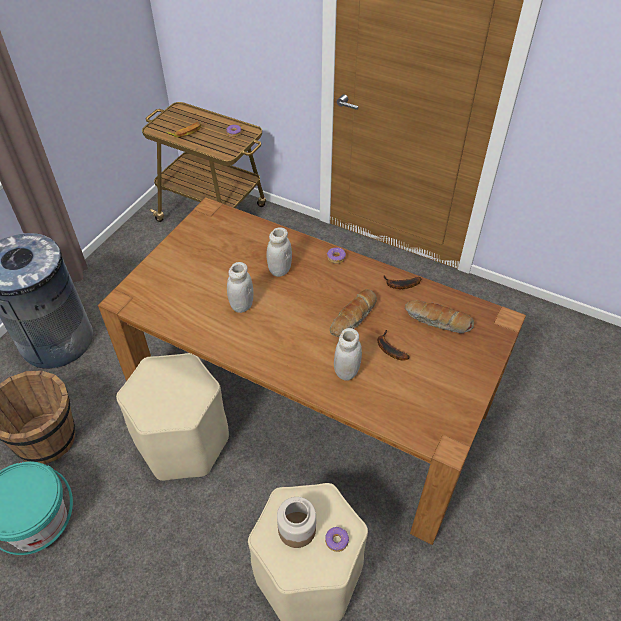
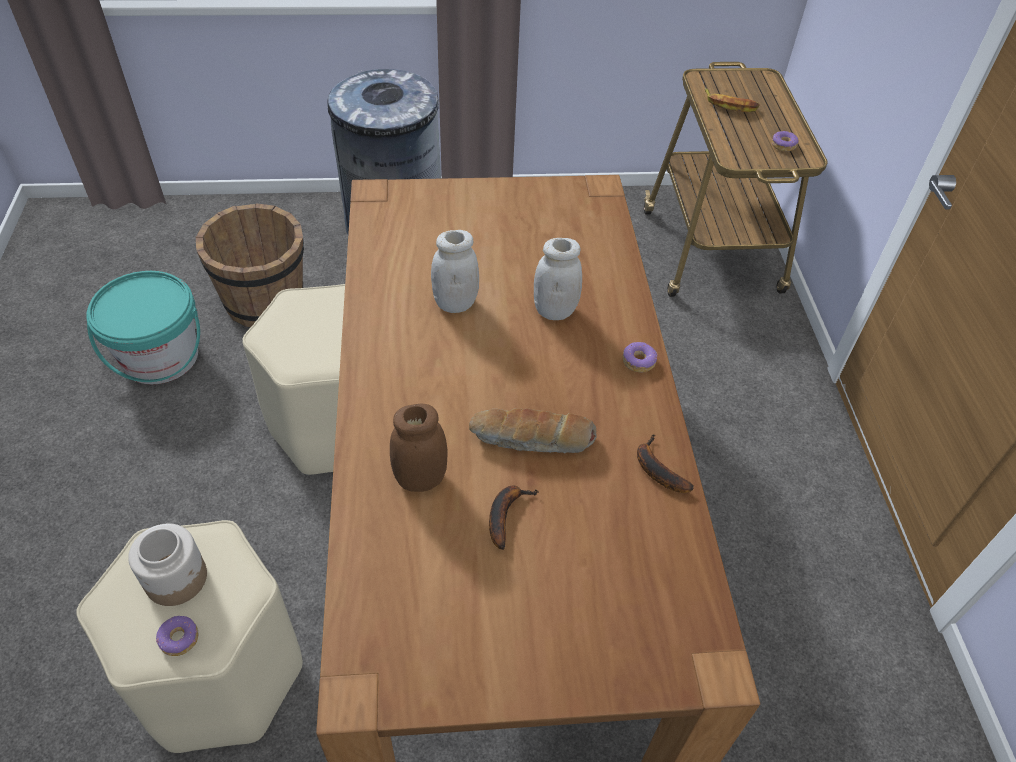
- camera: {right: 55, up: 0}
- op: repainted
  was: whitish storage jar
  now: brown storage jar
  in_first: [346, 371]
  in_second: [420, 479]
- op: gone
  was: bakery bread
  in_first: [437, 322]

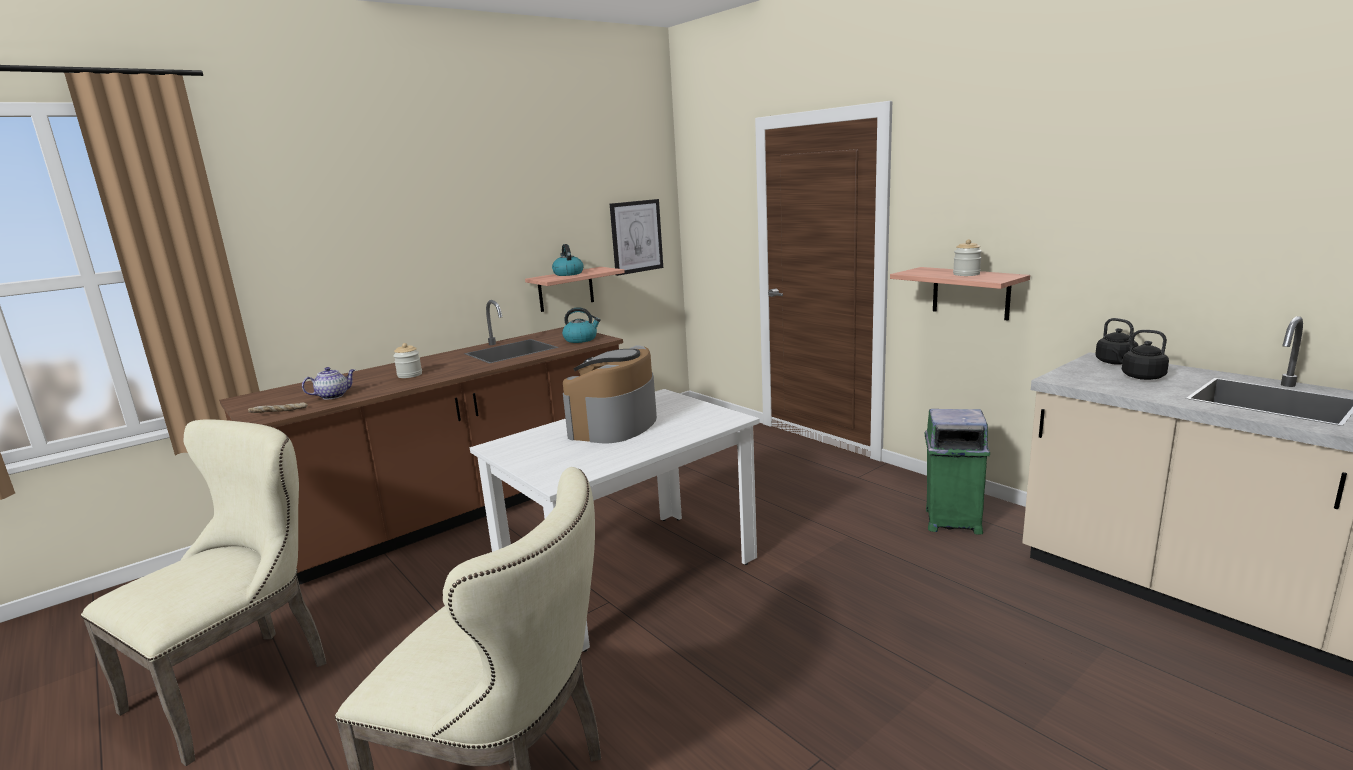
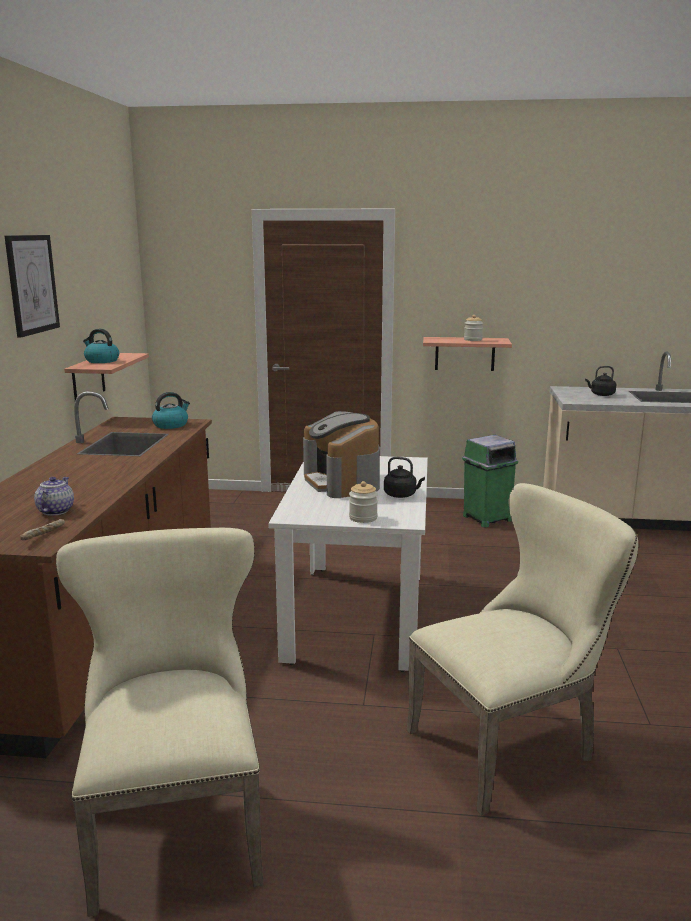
- camera: {right: -45, up: 0}
- op: shifted
  was: wall art
  in_first: [636, 236]
  in_second: [32, 284]
- op: shifted
  was: storage jar
  in_first: [410, 375]
  in_second: [363, 518]
- op: shifted
  was: black water kettle
  in_first: [1117, 362]
  in_second: [401, 495]

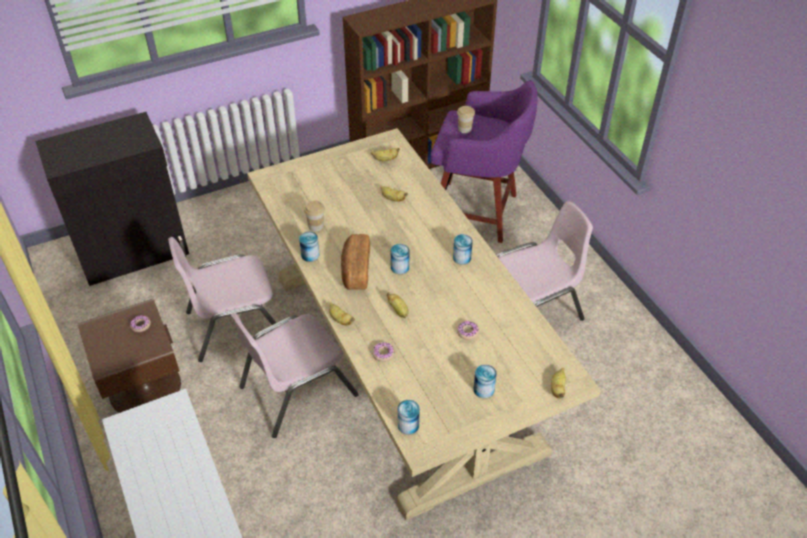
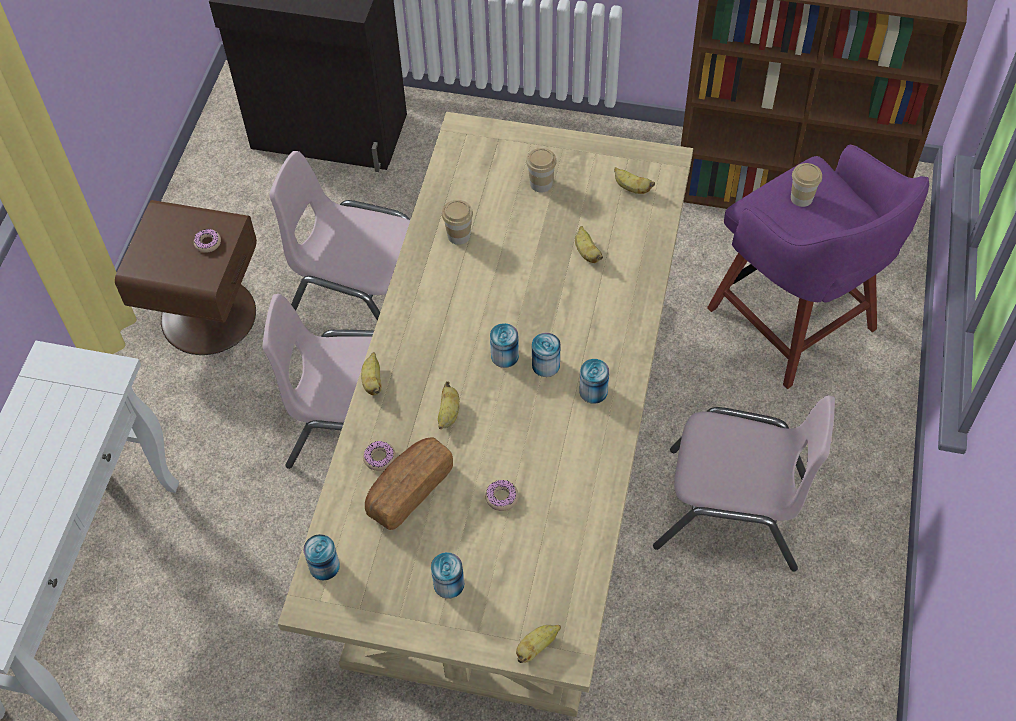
- camera: {right: 40, up: 10}
- op: shifted
  was: bakery bread
  in_first: [355, 270]
  in_second: [408, 490]
- op: new
  now: cup
  in_second: [541, 183]
- op: shifted
  was: sealed can
  in_first: [310, 255]
  in_second: [546, 365]

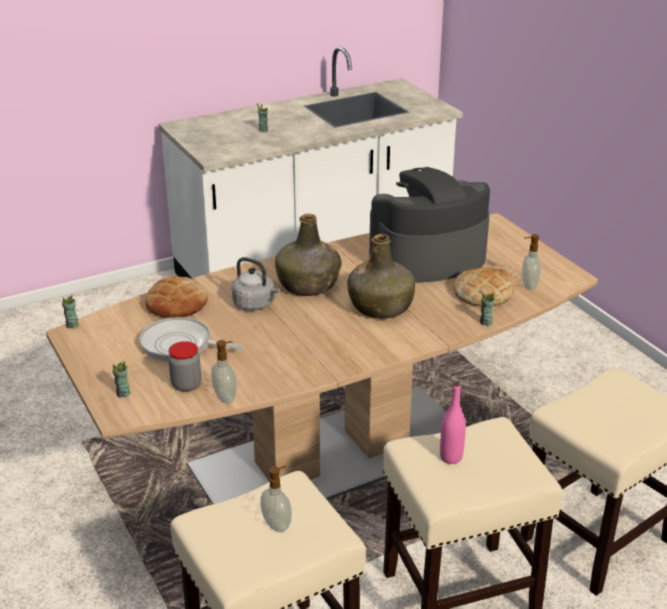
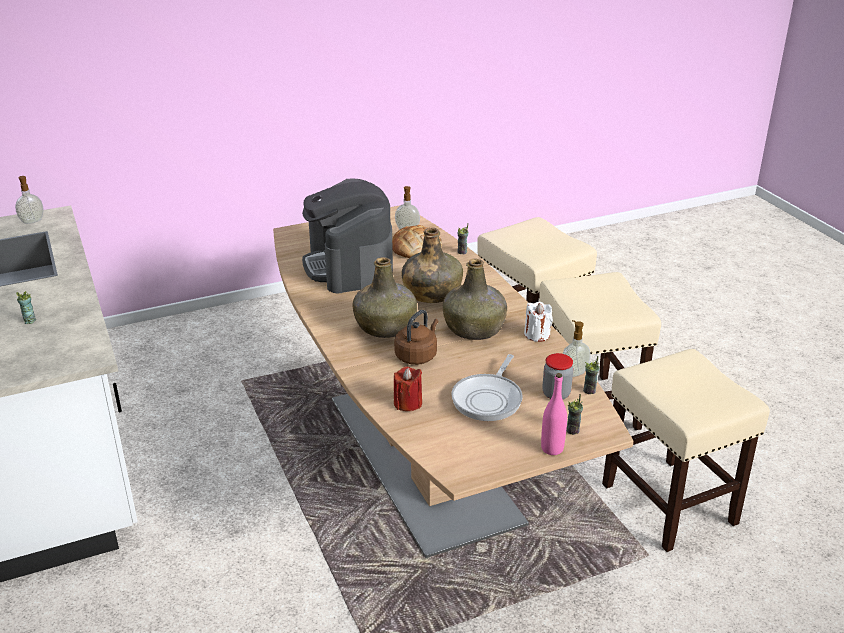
- camera: {right: -85, up: 0}
- op: shifted
  was: liquid soap bottle
  in_first: [277, 524]
  in_second: [32, 221]
- op: repainted
  was: gray water kettle
  now: brown water kettle
  in_first: [256, 304]
  in_second: [417, 356]
- op: swapped
  was: bakery bread
  now: reddish candle
  in_first: [177, 303]
  in_second: [408, 403]
- op: new
  now: green bottle
  in_second: [474, 328]
- op: new
  now: whitish candle
  in_second: [537, 335]
- op: shifted
  was: pinkish bottle
  in_first: [451, 457]
  in_second: [552, 449]
- op: shifted
  was: cup
  in_first: [72, 325]
  in_second: [589, 391]

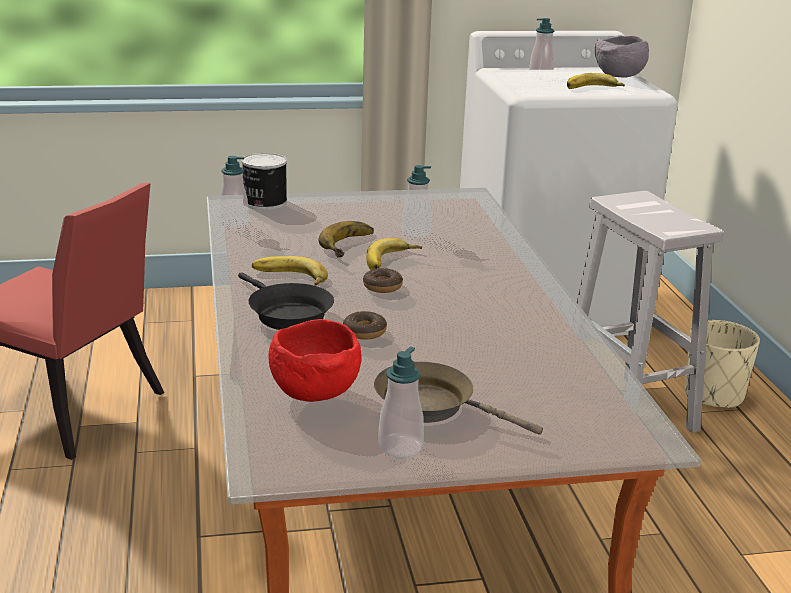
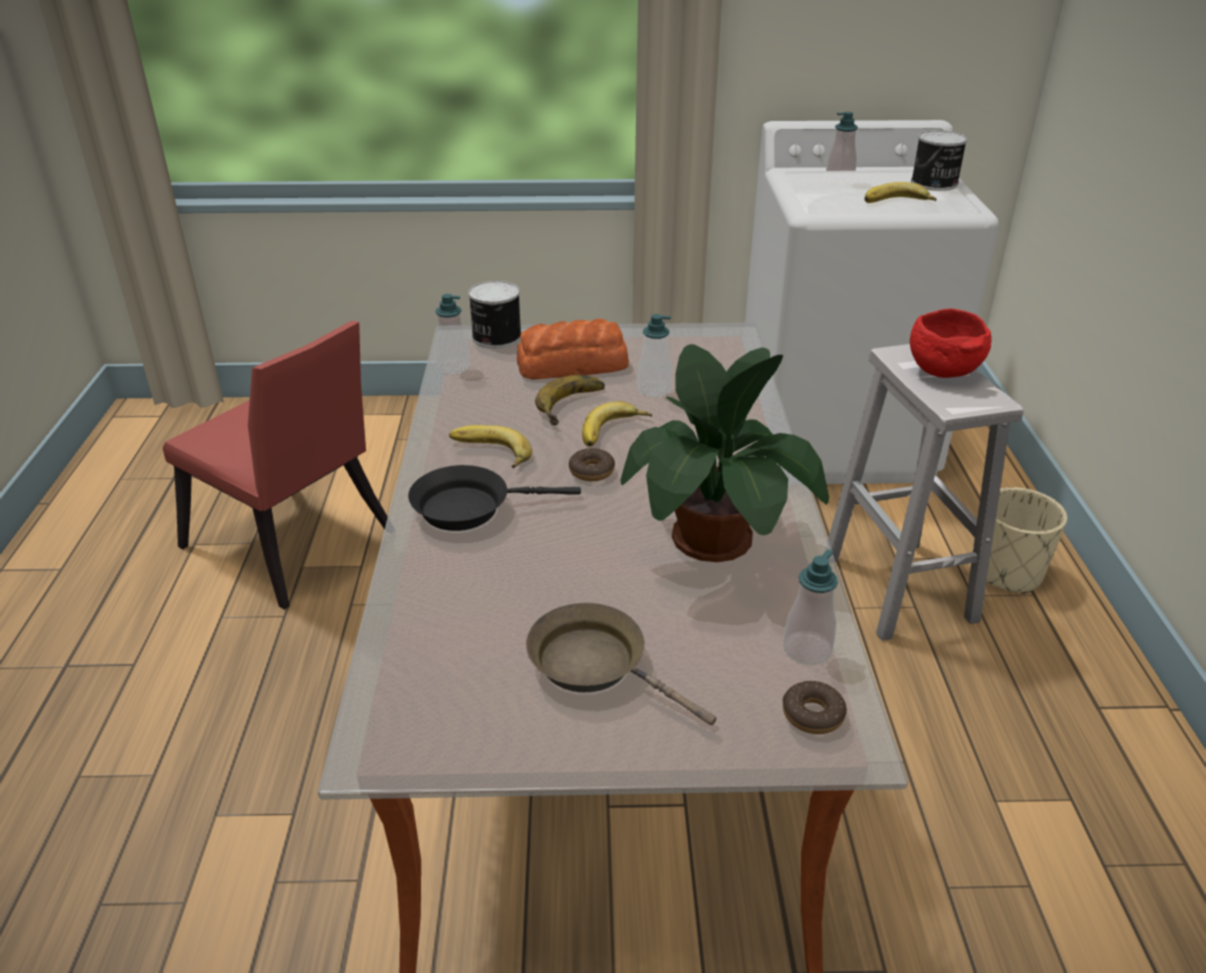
- camera: {right: 10, up: 10}
- op: rotated
  was: black skillet
  in_first: [286, 314]
  in_second: [469, 507]
  clockwise: 105
- op: new
  now: bakery bread
  in_second: [573, 365]
- op: new
  now: houseplant
  in_second: [713, 541]
- op: shifted
  was: liquid soap bottle
  in_first: [400, 447]
  in_second: [807, 649]
- op: shifted
  was: ring doughnut
  in_first: [364, 332]
  in_second: [813, 714]
- op: shifted
  was: reddish deep dish
  in_first: [314, 392]
  in_second: [941, 371]
- op: swapped
  was: gray deep dish
  now: sealed can
  in_first: [618, 77]
  in_second: [934, 183]

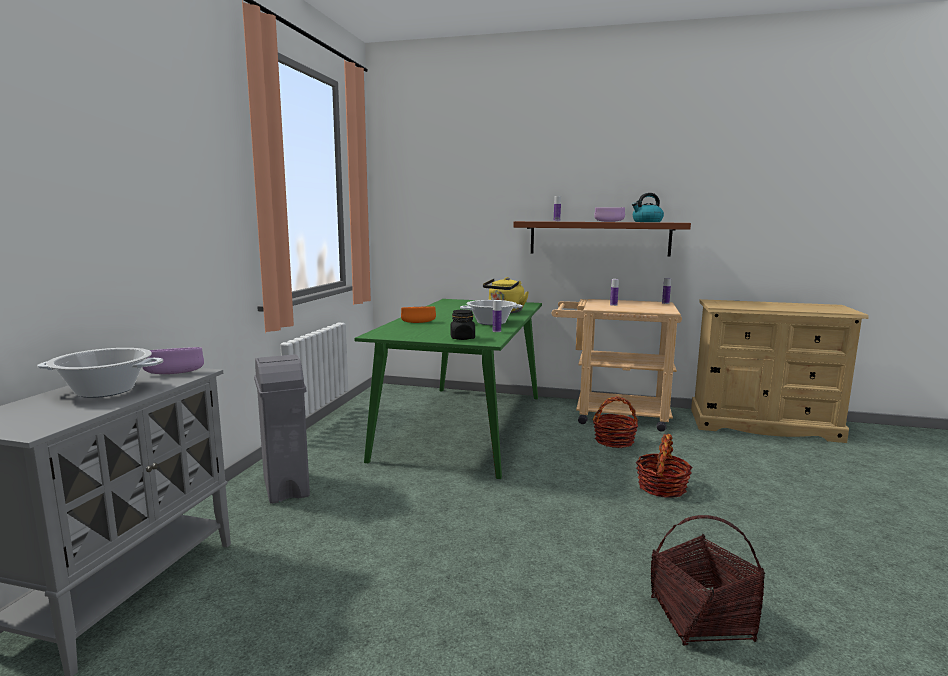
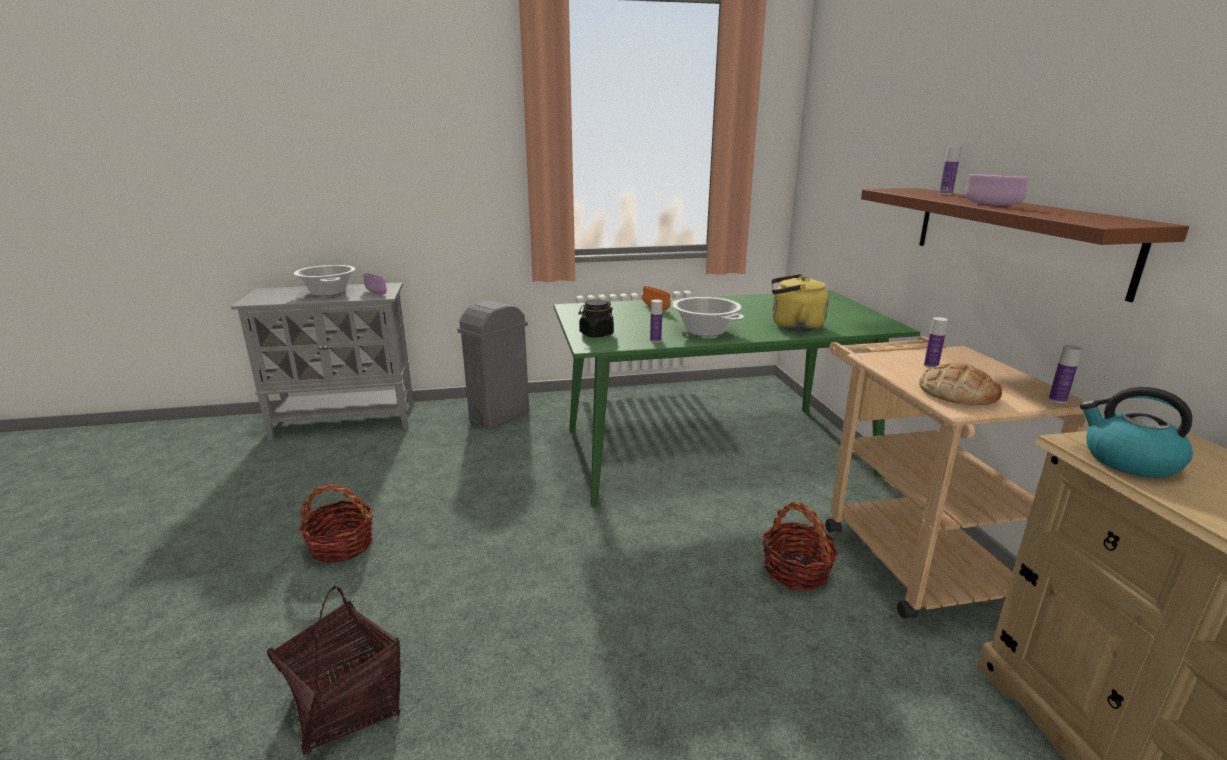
- camera: {right: 65, up: 10}
- op: shifted
  was: storage basket
  in_first: [662, 487]
  in_second: [341, 545]
- op: new
  now: bakery bread
  in_second: [957, 393]
- op: shifted
  was: water kettle
  in_first: [647, 222]
  in_second: [1128, 461]

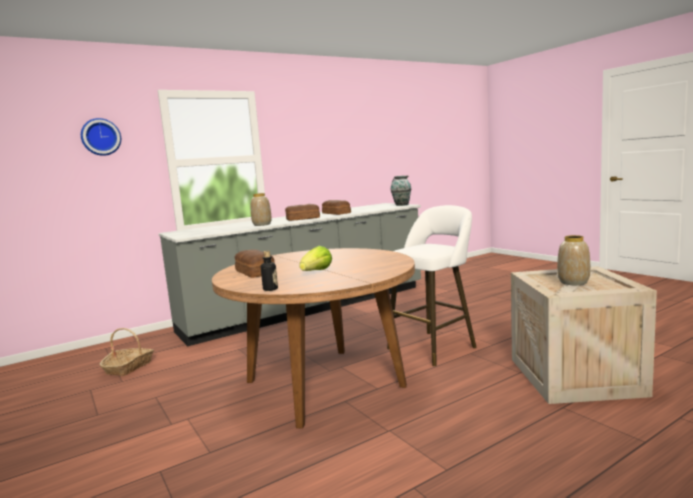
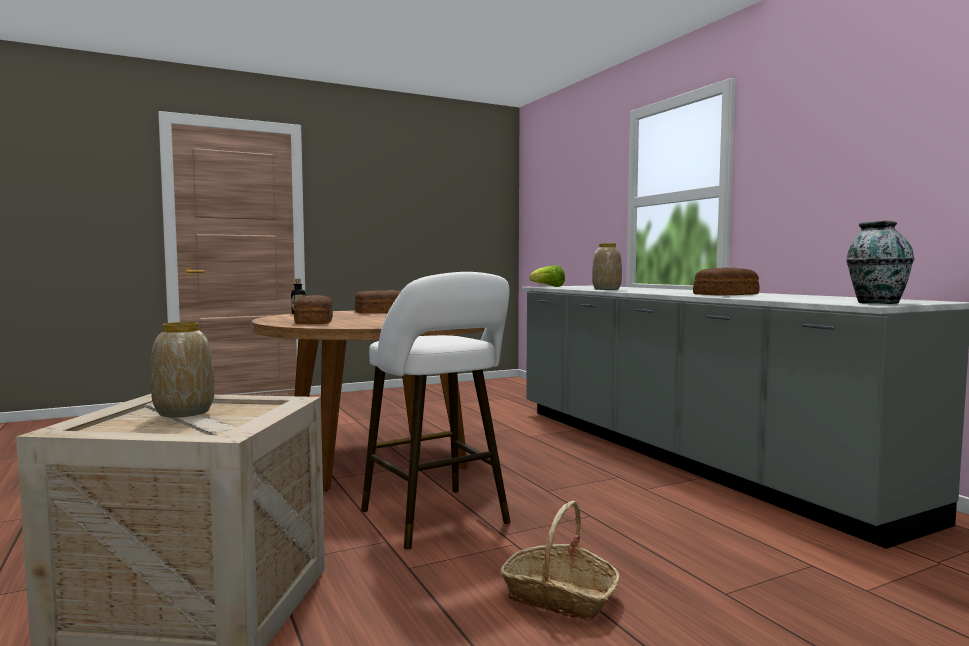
- camera: {right: 95, up: -5}
- op: shifted
  was: bakery bread
  in_first: [302, 218]
  in_second: [315, 321]
- op: shifted
  was: storage basket
  in_first: [129, 367]
  in_second: [559, 597]
- op: shifted
  was: lettuce
  in_first: [316, 272]
  in_second: [548, 286]
- op: gone
  was: hanging clock
  in_first: [100, 137]

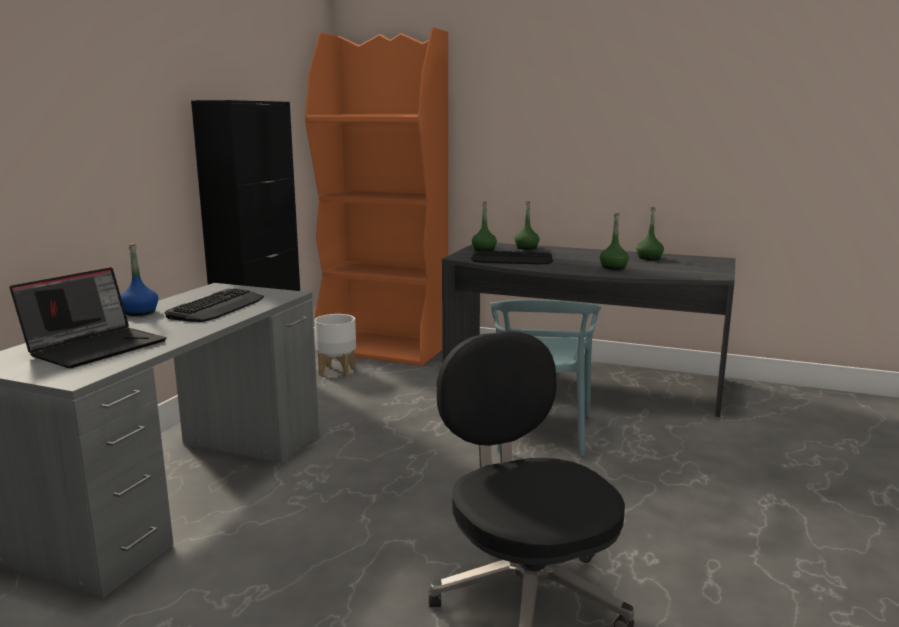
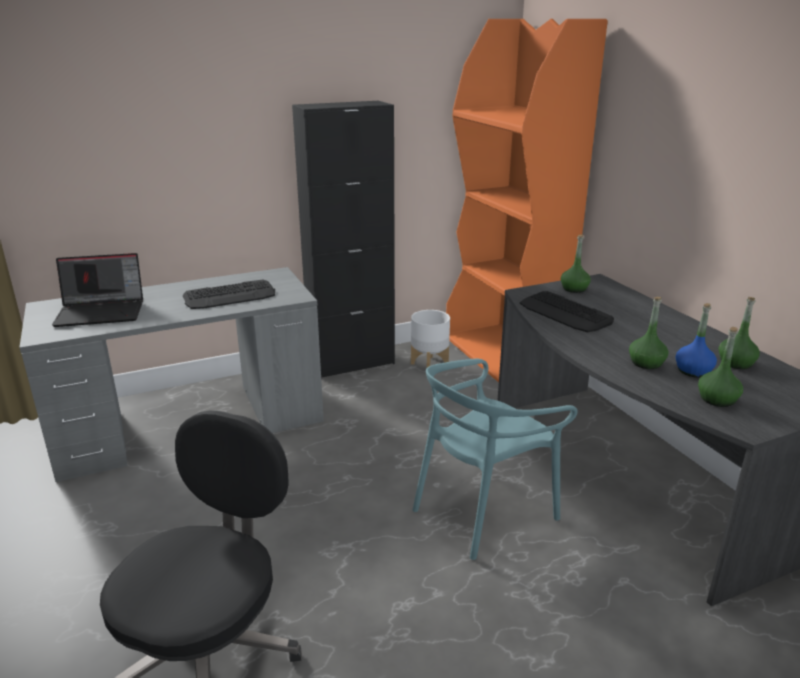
- camera: {right: 45, up: 10}
- op: shifted
  was: blue-coloured bottle
  in_first: [140, 312]
  in_second: [693, 371]
- op: shifted
  was: green bottle
  in_first: [526, 248]
  in_second: [717, 399]

